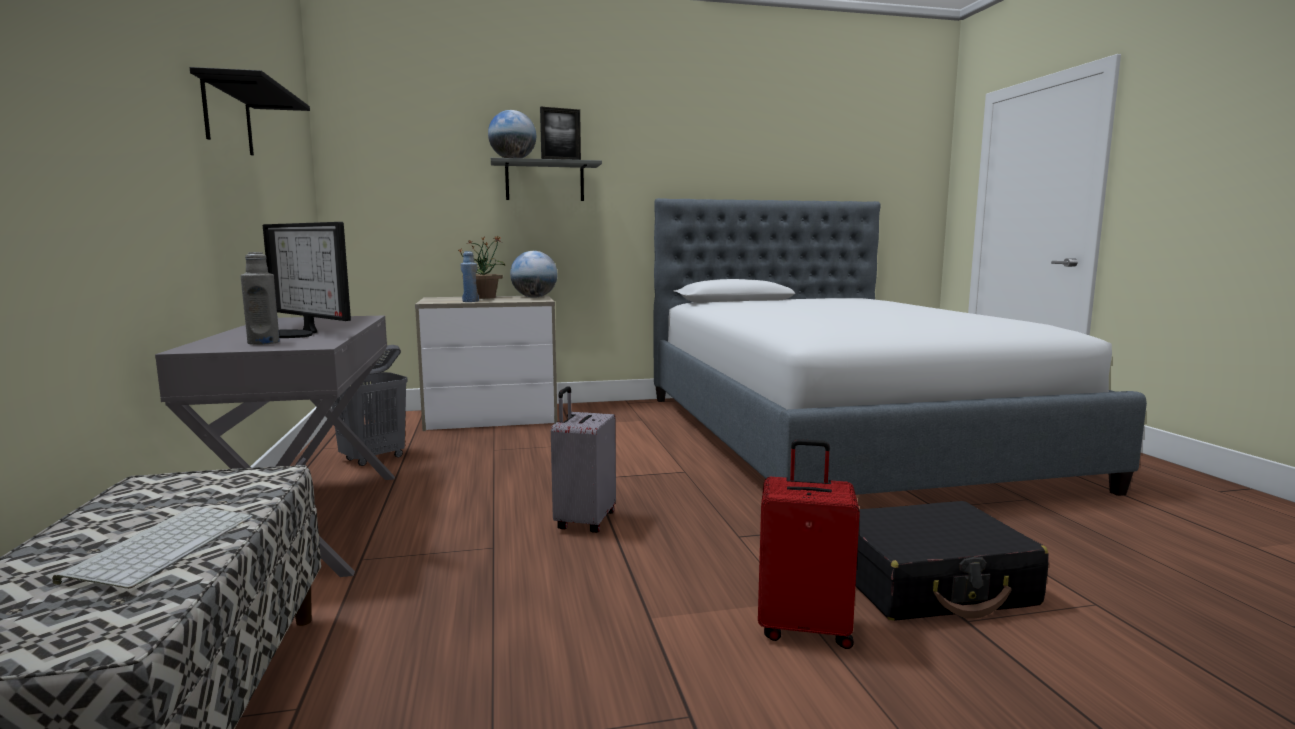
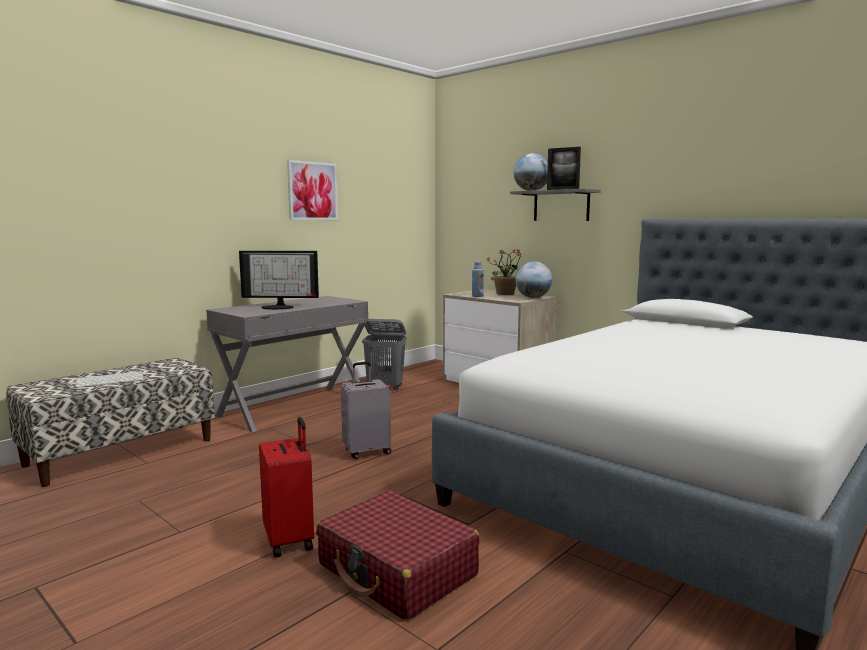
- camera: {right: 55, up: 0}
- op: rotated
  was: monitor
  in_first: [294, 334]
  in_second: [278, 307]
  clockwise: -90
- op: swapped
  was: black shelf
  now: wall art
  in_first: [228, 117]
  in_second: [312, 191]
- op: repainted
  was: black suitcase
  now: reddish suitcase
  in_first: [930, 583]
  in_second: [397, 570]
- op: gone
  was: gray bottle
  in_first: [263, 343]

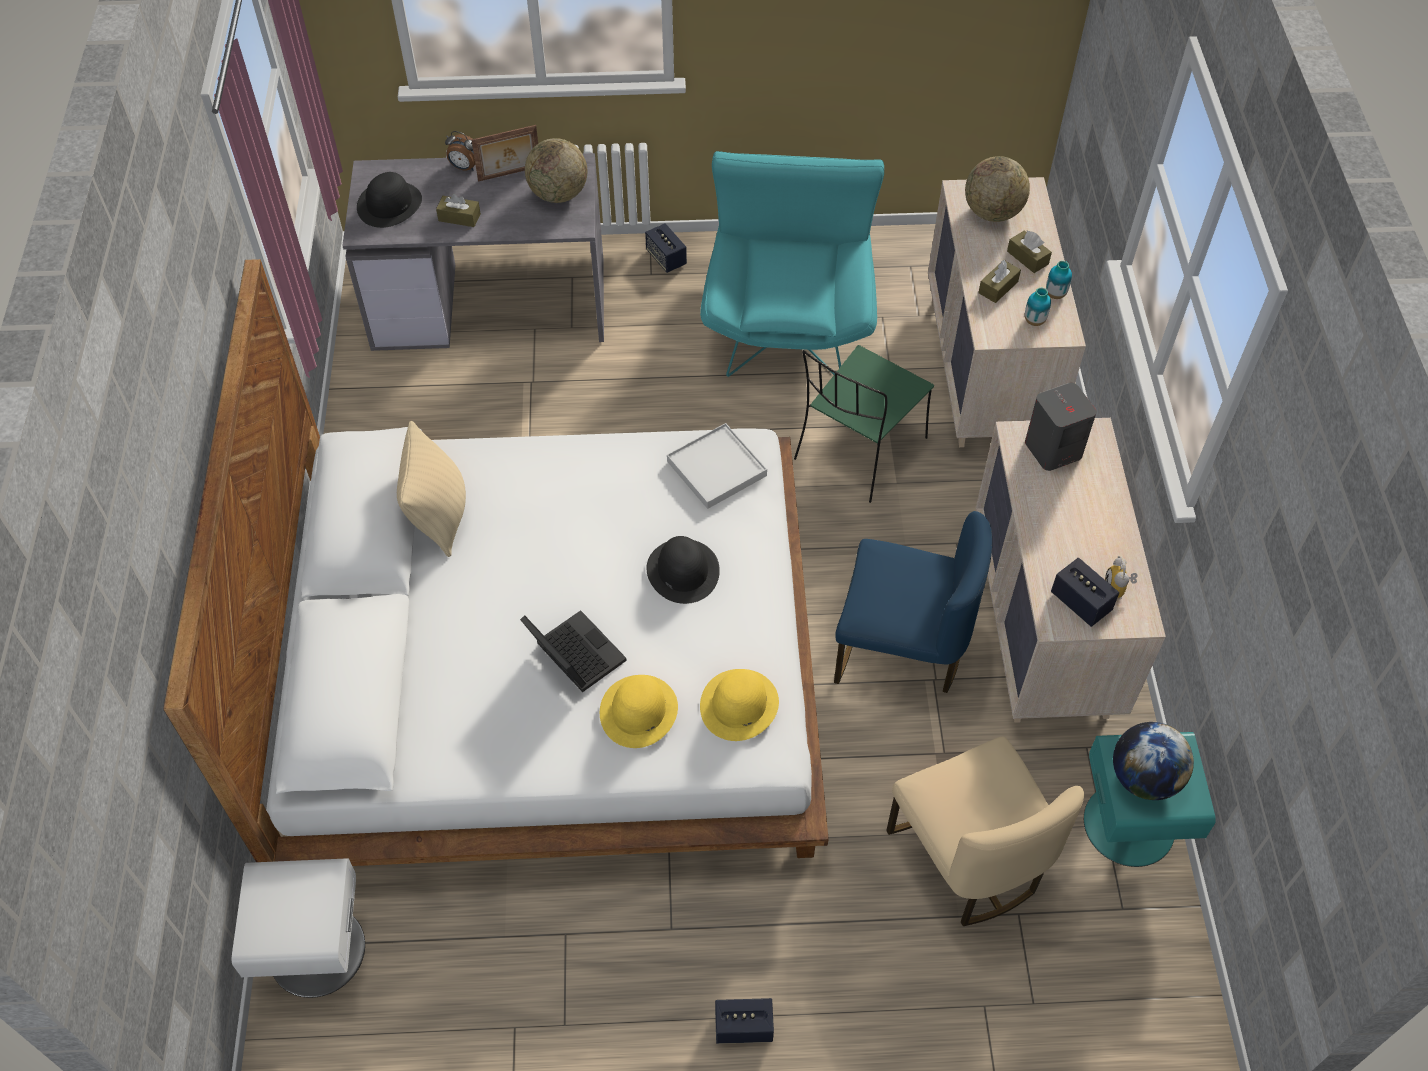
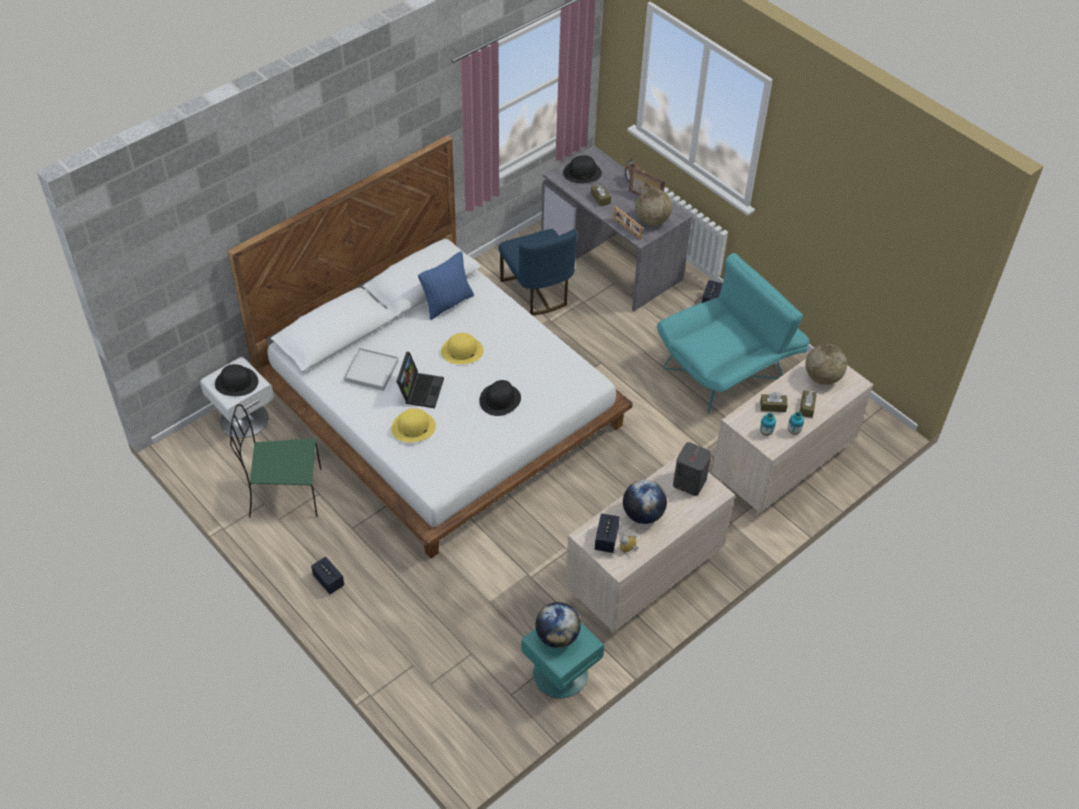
- camera: {right: 50, up: -5}
- op: new
  now: black wearable hat
  in_second: [236, 382]
- op: shifted
  was: green plain chair
  in_first: [858, 451]
  in_second: [283, 493]
- op: shifted
  was: whitish serving tray
  in_first: [717, 468]
  in_second: [371, 371]
- op: repainted
  was: beige cushion
  now: blue-coloured cushion
  in_first: [439, 516]
  in_second: [447, 303]
- op: shifted
  was: yellow wearable hat
  in_first: [739, 705]
  in_second: [462, 351]
- op: shifted
  was: blue-coloured plain chair
  in_first: [900, 649]
  in_second: [537, 291]
- op: new
  now: standing frame
  in_second: [627, 229]
- op: new
  now: world globe
  in_second: [643, 514]
- op: gone
  was: beige plain chair
  in_first: [968, 859]

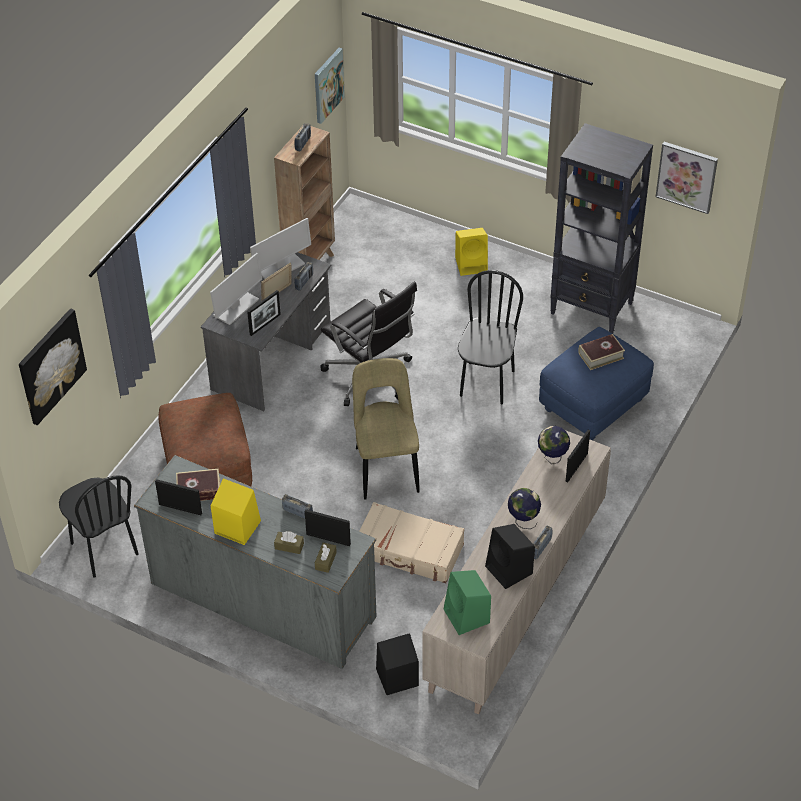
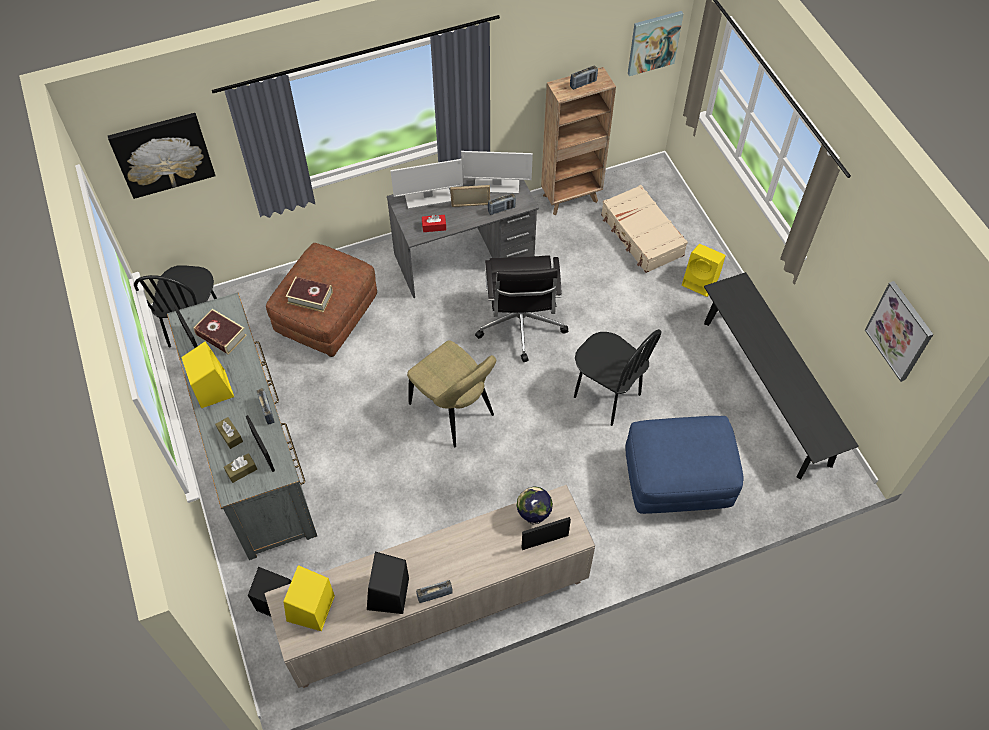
- camera: {right: 40, up: 10}
- op: repainted
  was: green audio speaker
  now: yellow audio speaker
  in_first: [467, 617]
  in_second: [310, 610]
- op: shifted
  was: volume
  in_first: [601, 355]
  in_second: [310, 297]
- op: rotated
  was: beige plain chair
  in_first: [386, 467]
  in_second: [454, 412]
  clockwise: 105
- op: swapped
  was: standing frame
  now: reddish tissue holder
  in_first: [265, 324]
  in_second: [434, 226]
- op: rotated
  was: black plain chair
  in_first: [486, 383]
  in_second: [606, 396]
  clockwise: 75
- op: shifted
  was: beige suitcase
  in_first: [409, 551]
  in_second: [641, 236]
- op: swapped
  was: black bookcase
  now: black long seat
  in_first: [592, 308]
  in_second: [765, 391]
- op: gone
  was: world globe
  in_first: [523, 520]

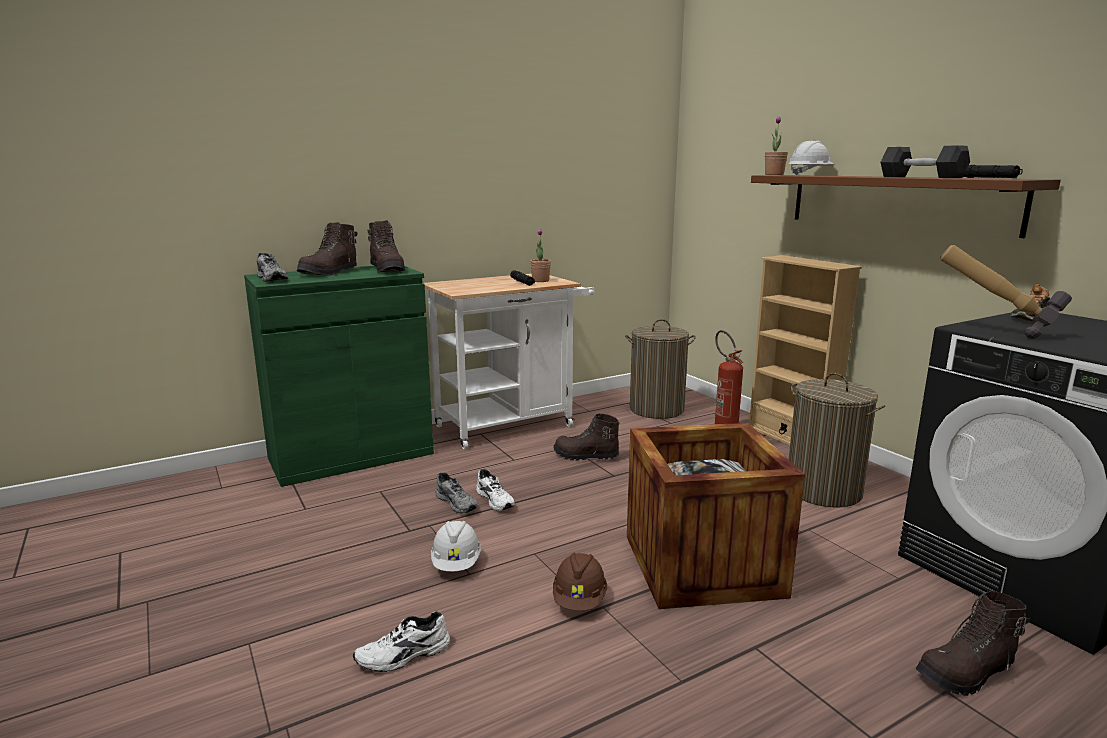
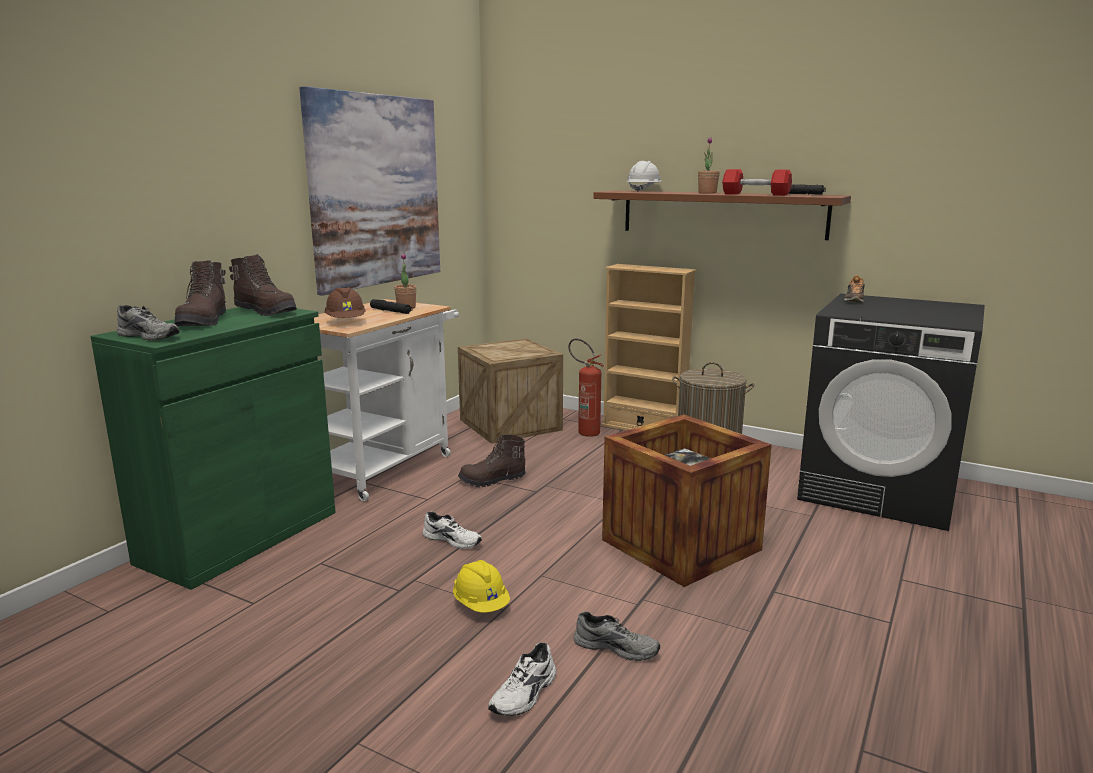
- camera: {right: -30, up: 0}
- op: new
  now: wall art
  in_second: [376, 191]
- op: shifted
  was: brown work helmet
  in_first: [579, 600]
  in_second: [346, 322]
- op: repainted
  was: whitish work helmet
  now: yellow work helmet
  in_first: [456, 563]
  in_second: [481, 605]
- op: swapped
  was: washing basket
  now: shipping crate
  in_first: [656, 409]
  in_second: [510, 425]
- op: shifted
  was: gray low shoe
  in_first: [457, 503]
  in_second: [617, 646]
- op: shifted
  was: houseplant
  in_first: [774, 175]
  in_second: [707, 193]
- op: repainted
  was: gray hand weight
  now: reddish hand weight
  in_first: [921, 177]
  in_second: [755, 194]
- op: gone
  was: brown tall boot
  in_first: [967, 673]
- op: gone
  was: hand hammer
  in_first: [994, 332]

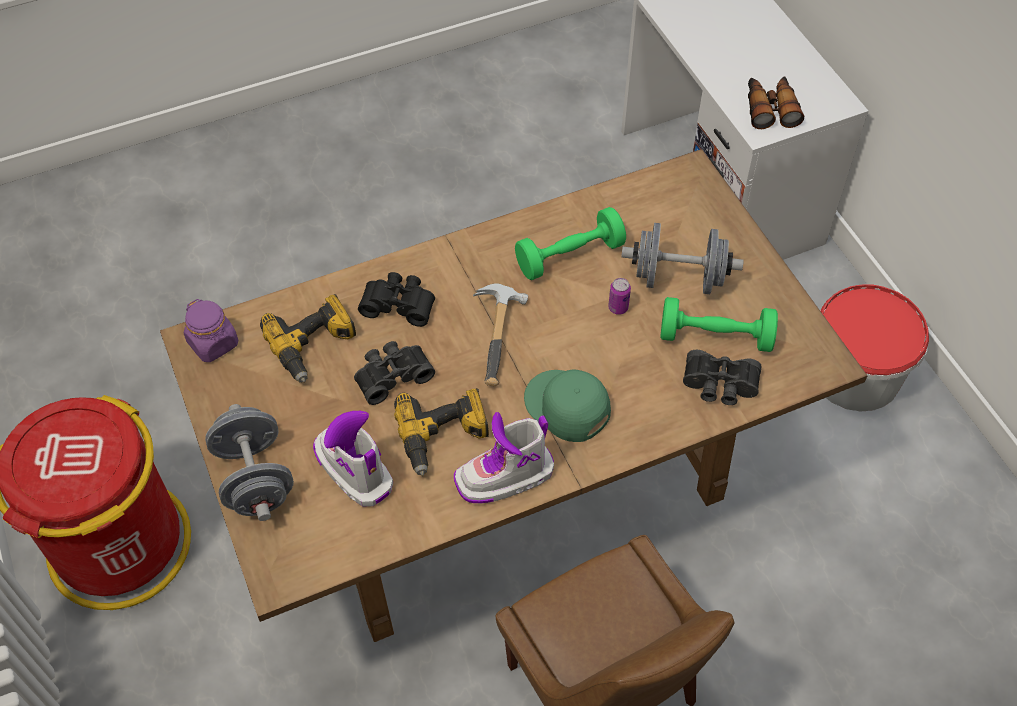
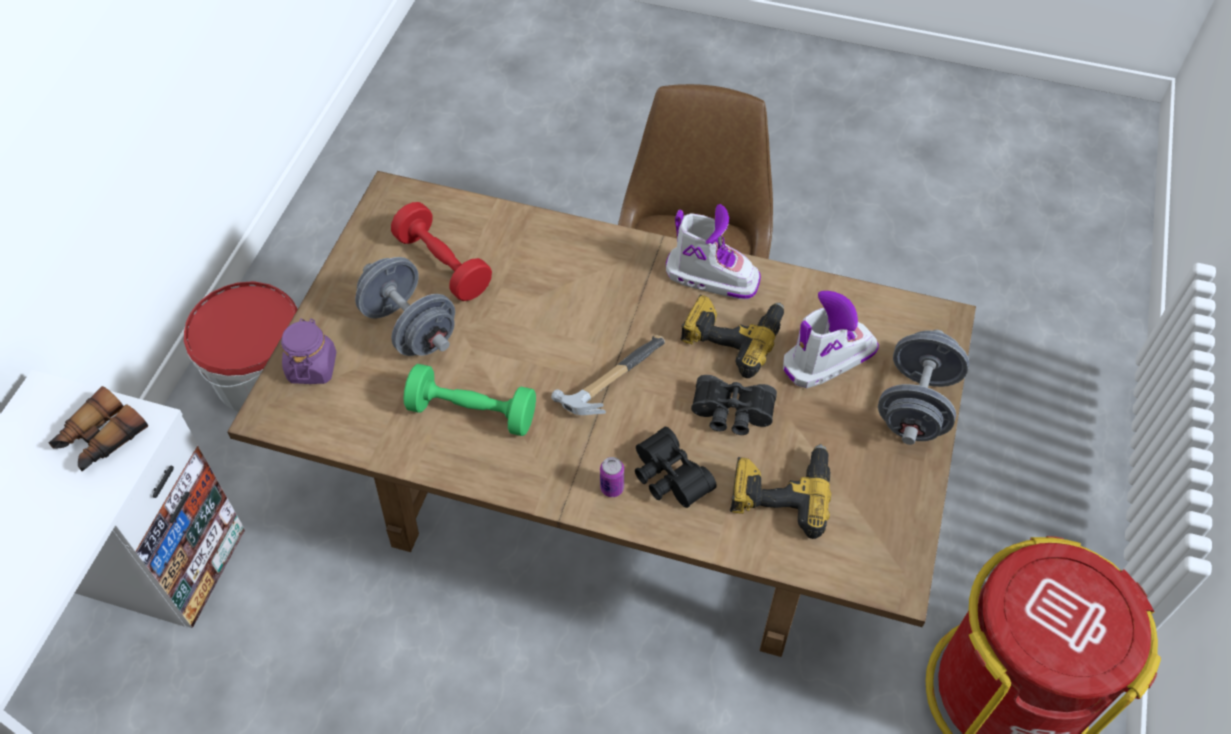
- camera: {right: -140, up: 0}
- op: shifted
  was: purple-coloured storage jar
  in_first: [213, 343]
  in_second: [312, 367]
- op: repainted
  was: green hand weight
  now: reddish hand weight
  in_first: [715, 337]
  in_second: [443, 265]
- op: shifted
  was: sealed can
  in_first: [618, 307]
  in_second: [612, 488]
- op: rotated
  was: tall boot
  in_first: [353, 470]
  in_second: [827, 359]
  clockwise: -120
- op: gone
  was: green peaked cap
  in_first: [566, 407]
- op: gone
  was: black binoculars
  in_first: [719, 386]

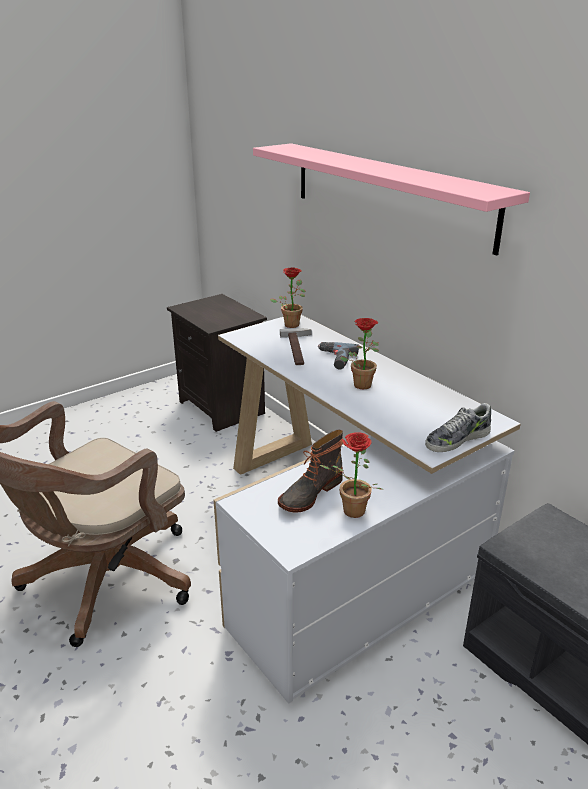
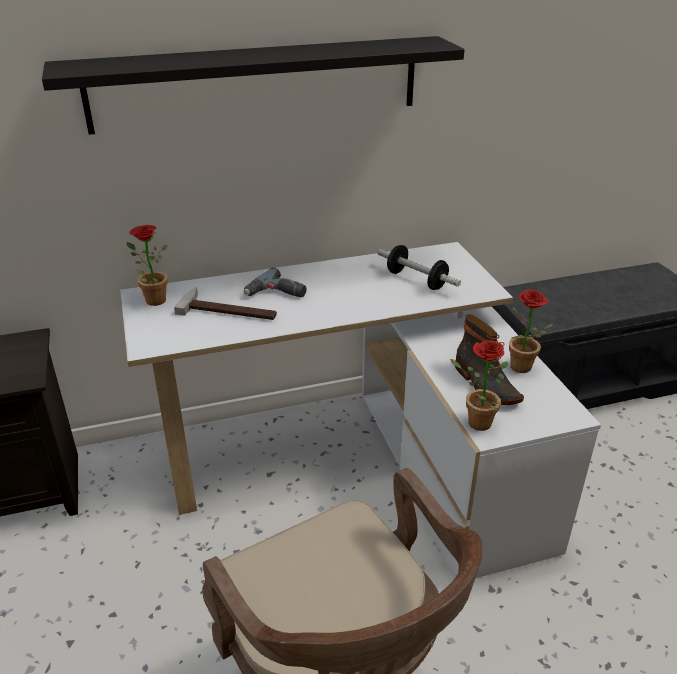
- camera: {right: -70, up: 5}
- op: repainted
  was: pinkish shelf
  now: black shelf
  in_first: [388, 193]
  in_second: [256, 84]
- op: new
  now: hand weight
  in_second: [416, 280]
- op: shifted
  was: houseplant
  in_first: [361, 383]
  in_second: [474, 422]
- op: gone
  was: low shoe
  in_first: [457, 439]

